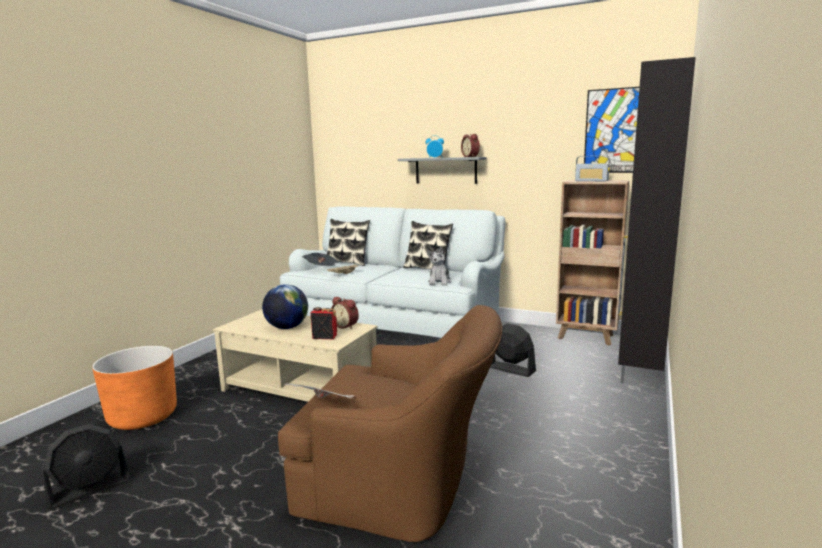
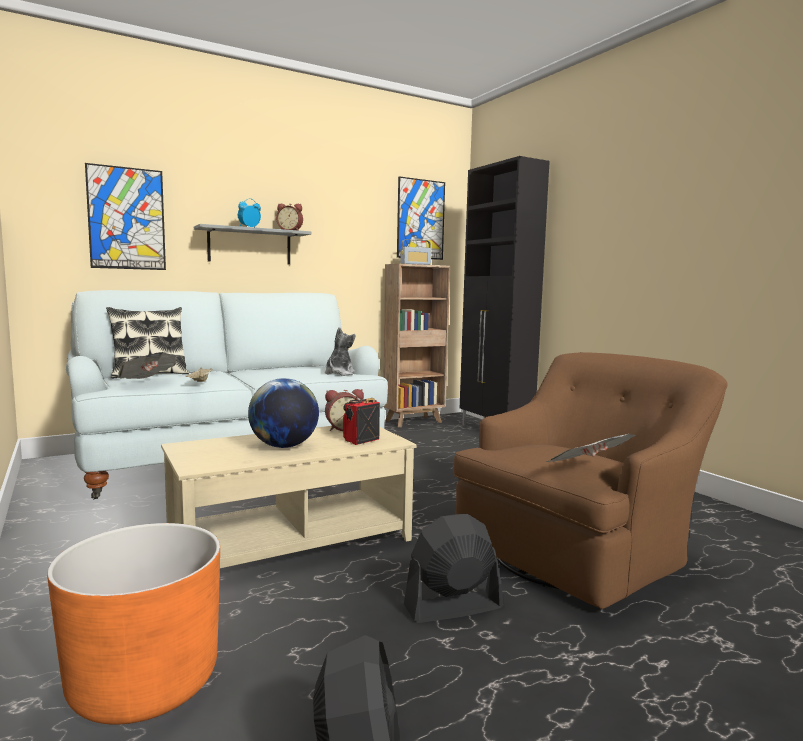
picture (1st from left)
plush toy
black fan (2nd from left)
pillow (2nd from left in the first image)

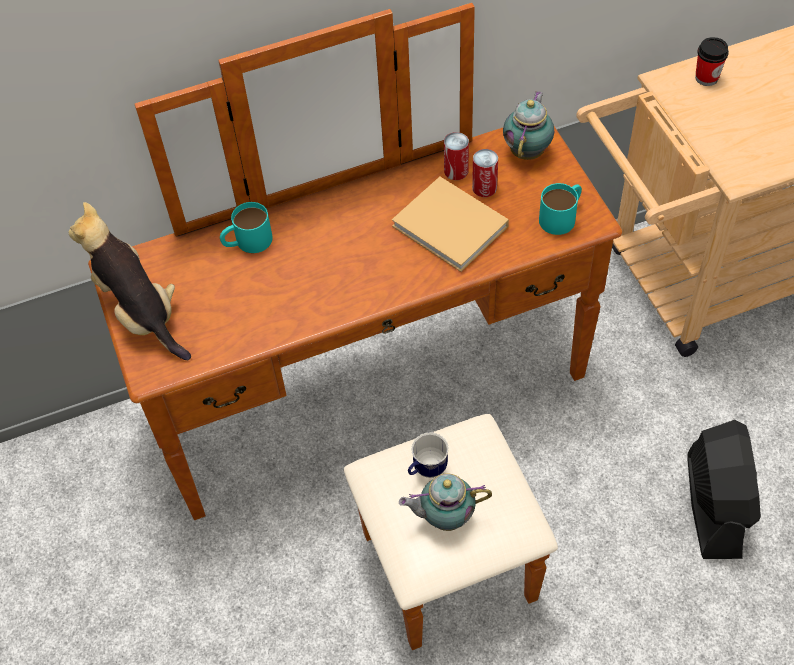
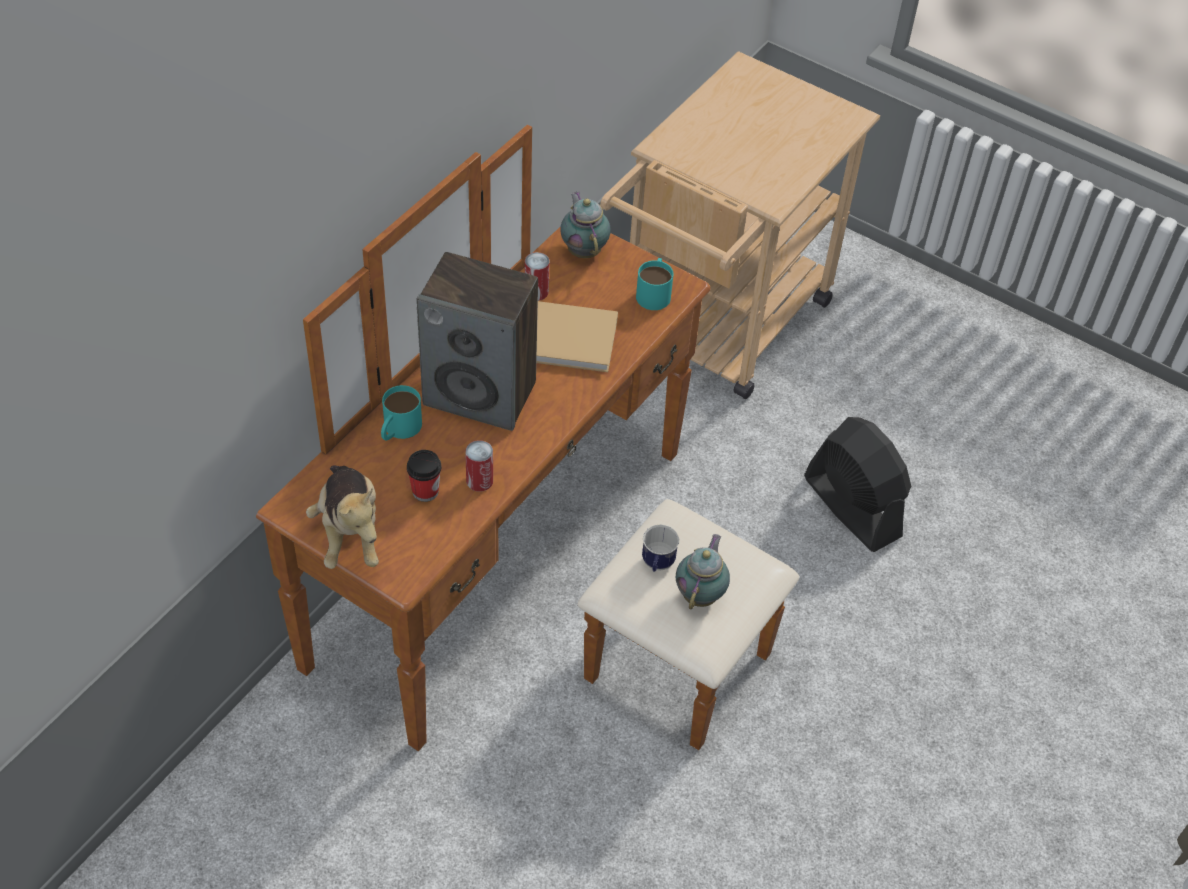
plush toy
cup
speaker
can (1st from left)
teapot (2nd from left)

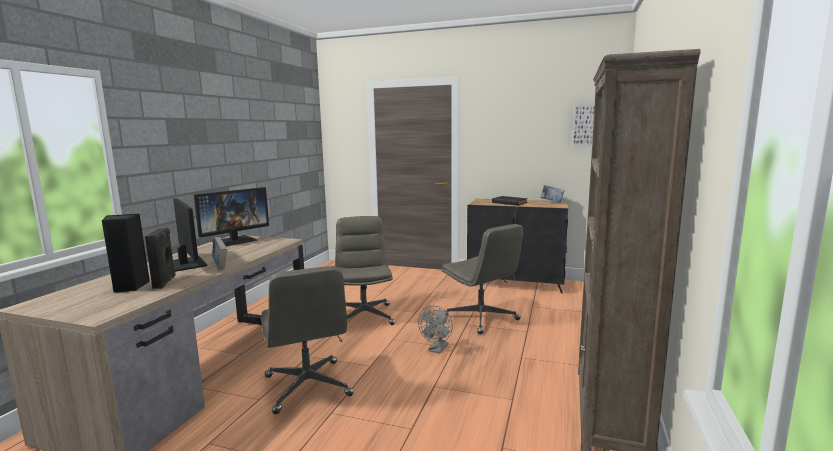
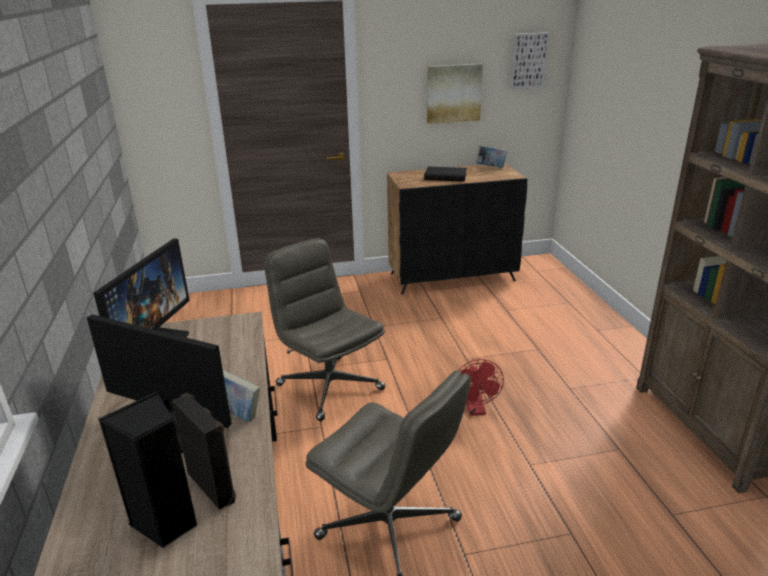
picture (1st from left)
red fan
grey office chair (3rd from left in the first image)

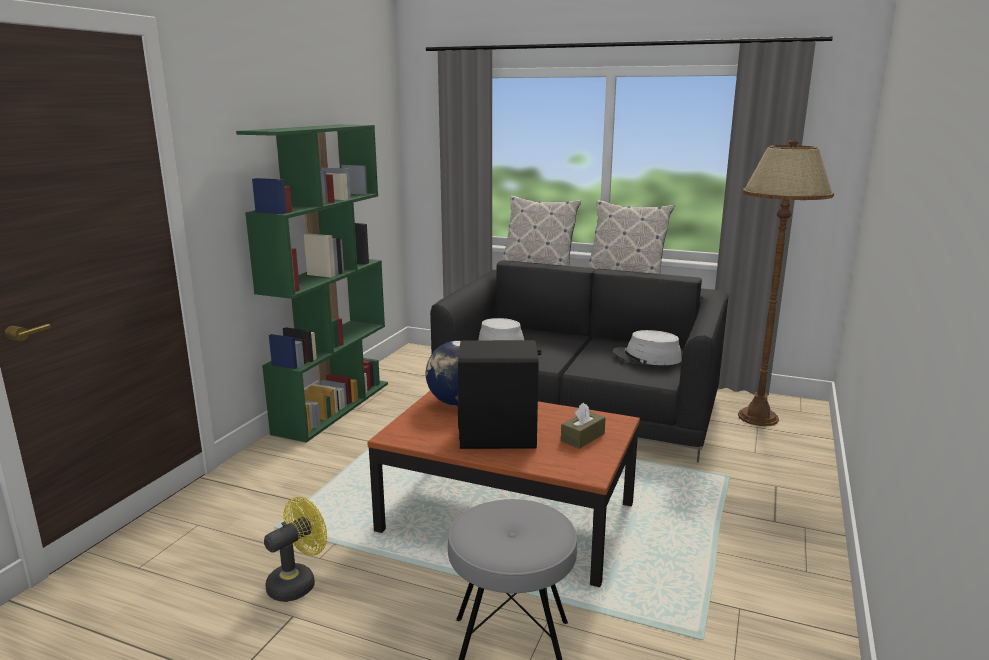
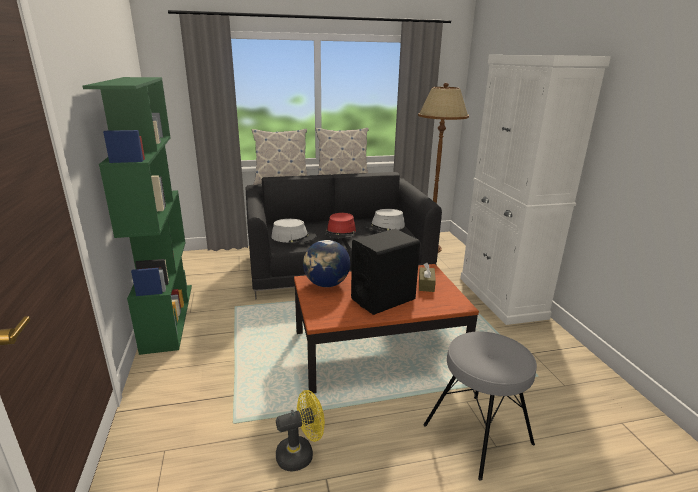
yellow fan
red hat
white cabinet

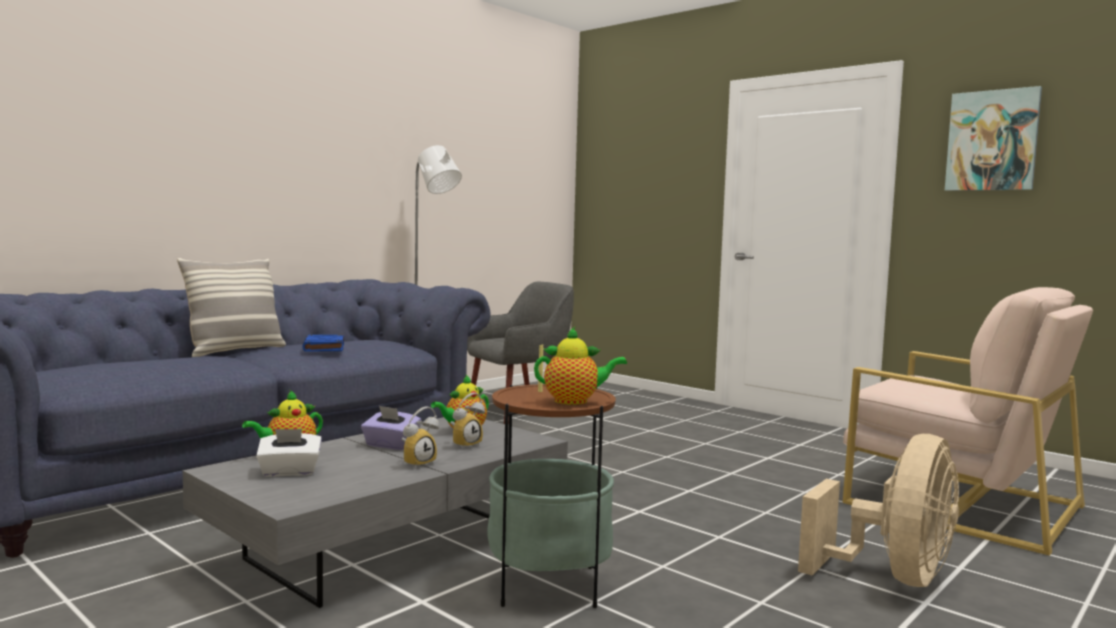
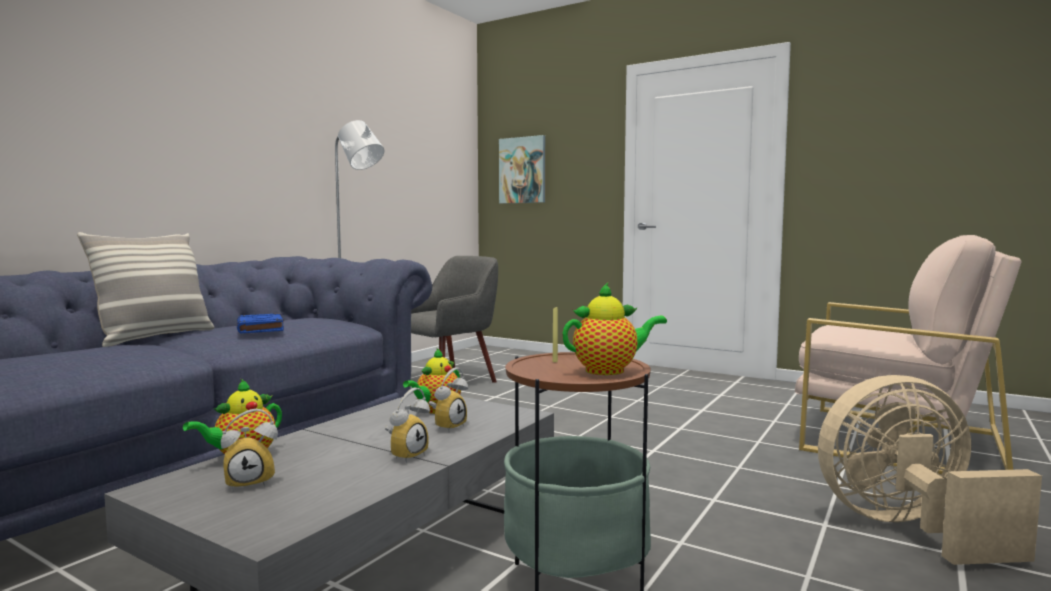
alarm clock (1st from left)
picture
beige fan
purple tissue box

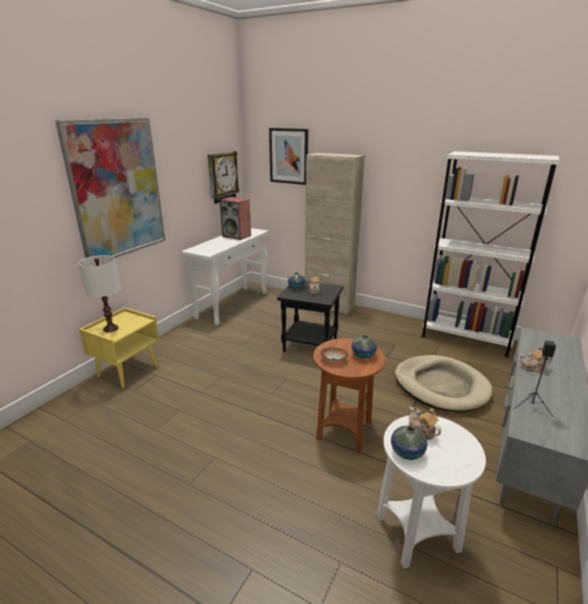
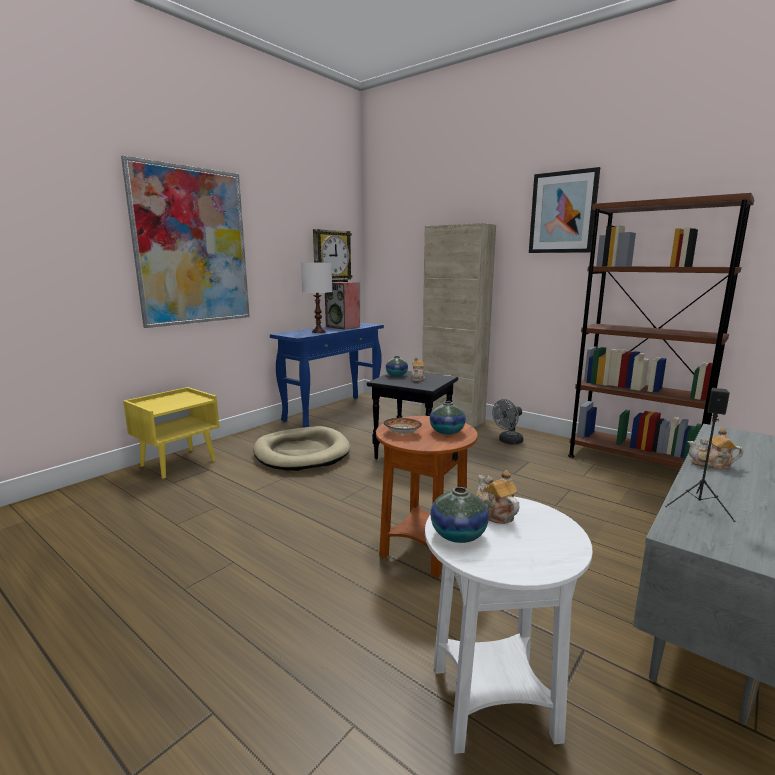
beige dog bed
blue console table
white table lamp
grey fan
picture (2nd from left)
brown bookcase

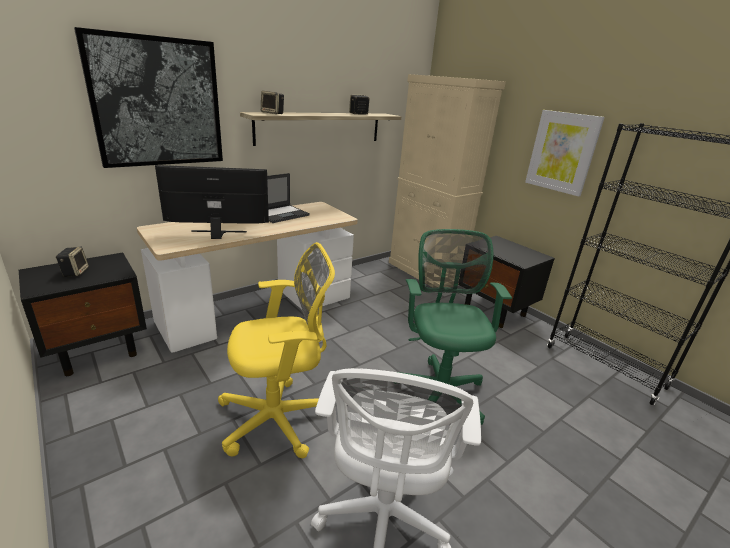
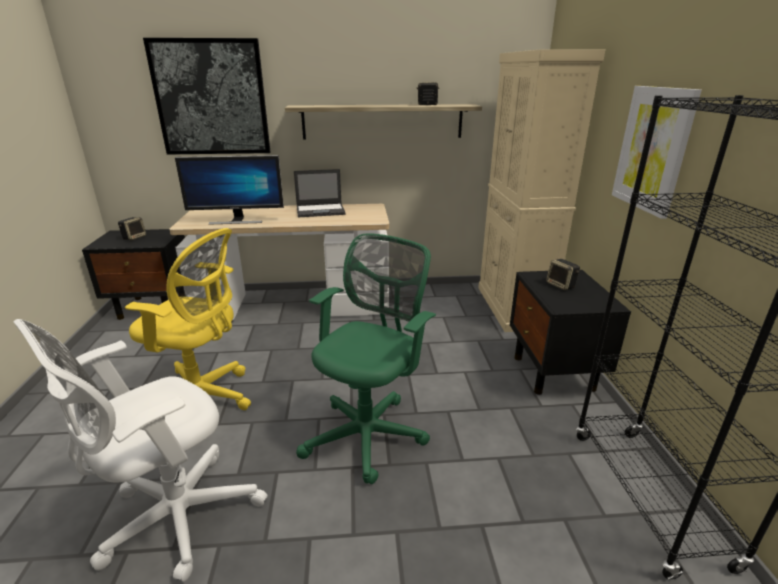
monitor
speaker (3rd from left)

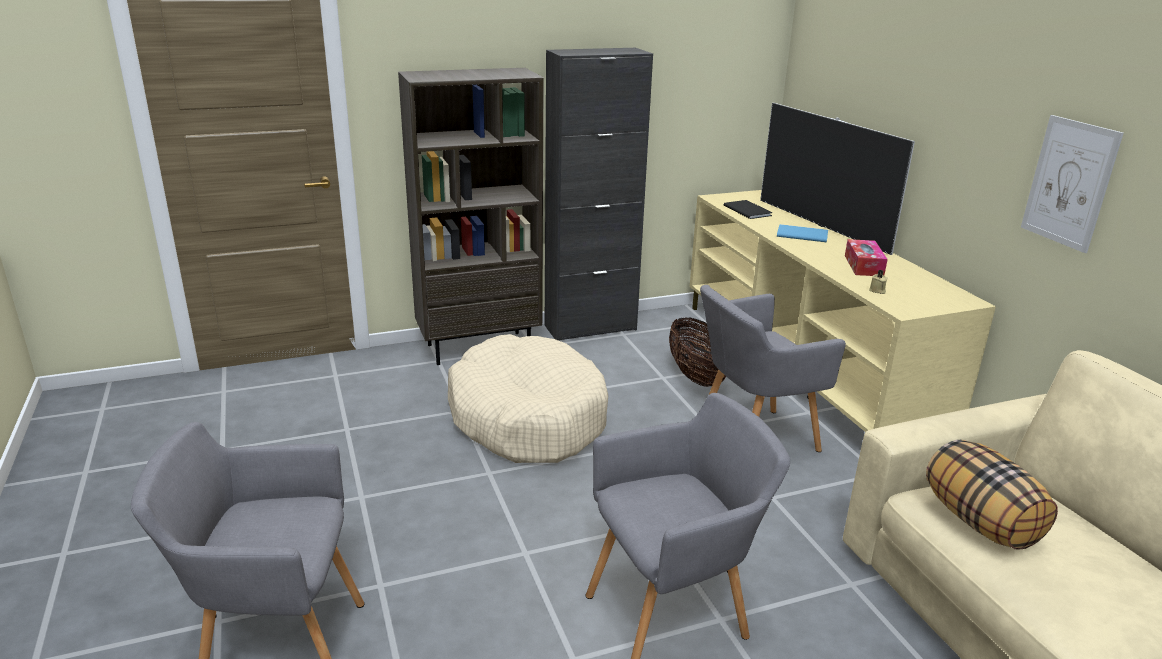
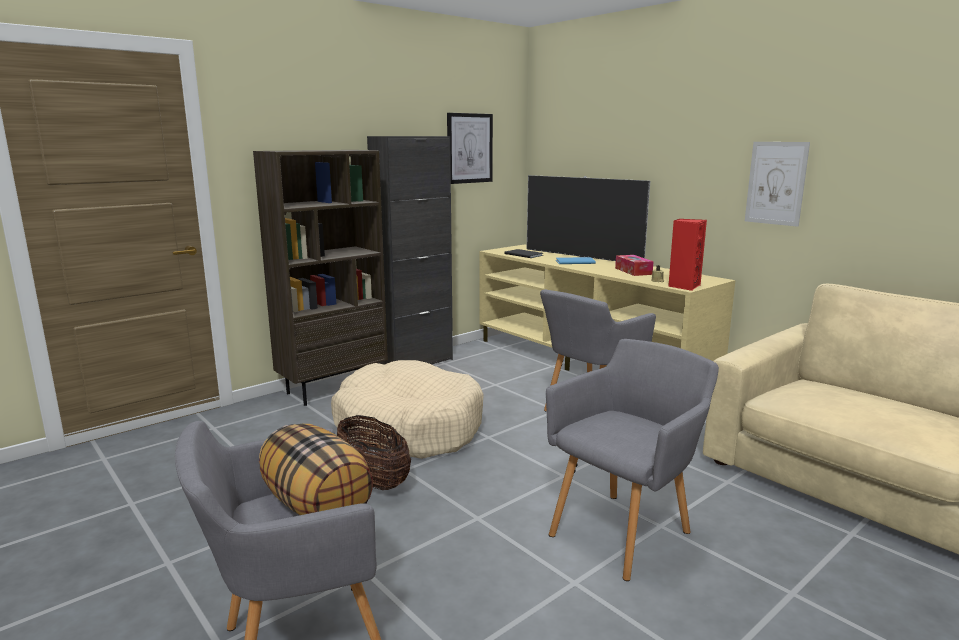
pillow
basket
picture (1st from left)
red speaker

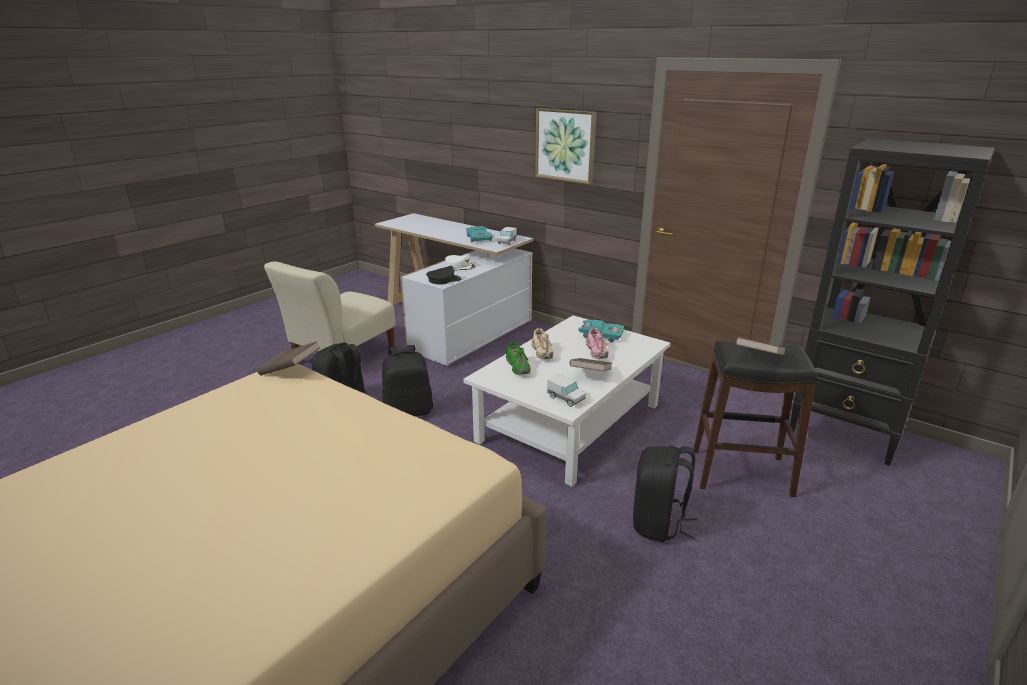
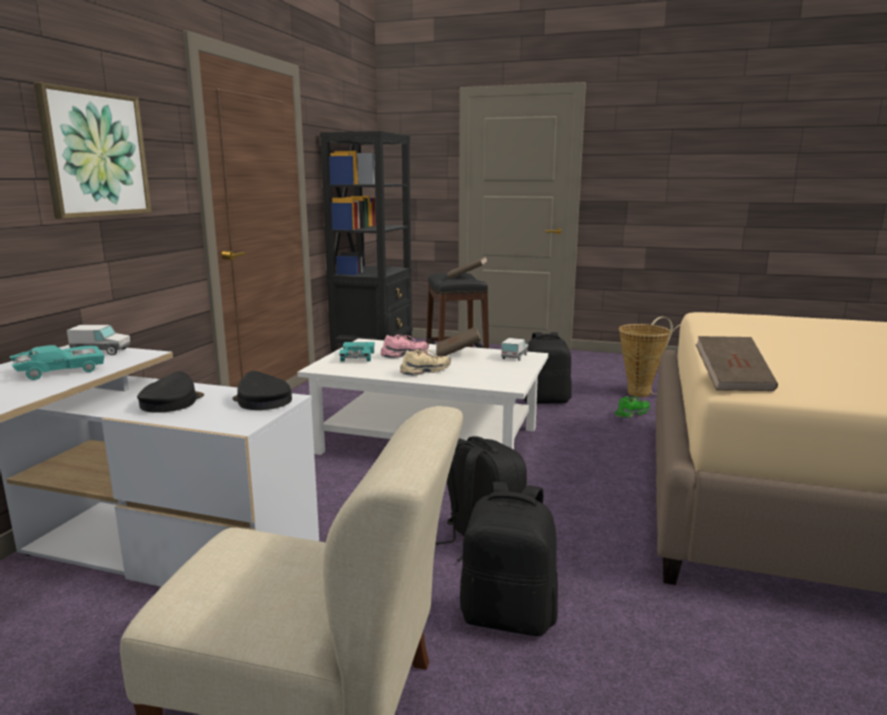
black cap (1st from left)
green shoe
basket

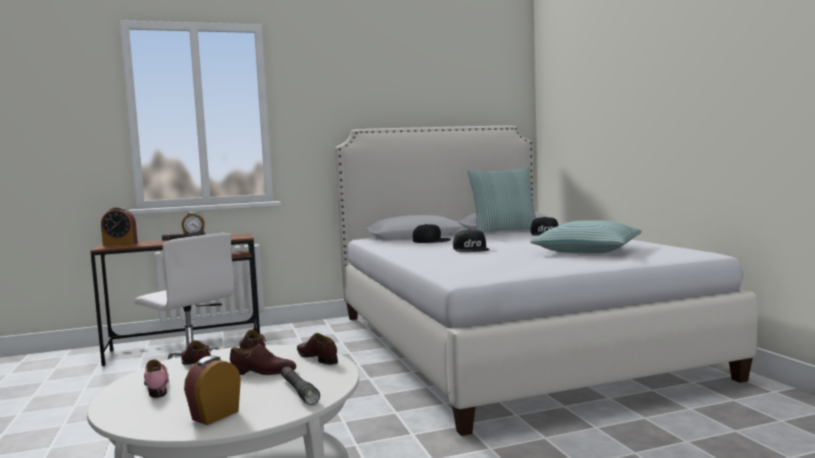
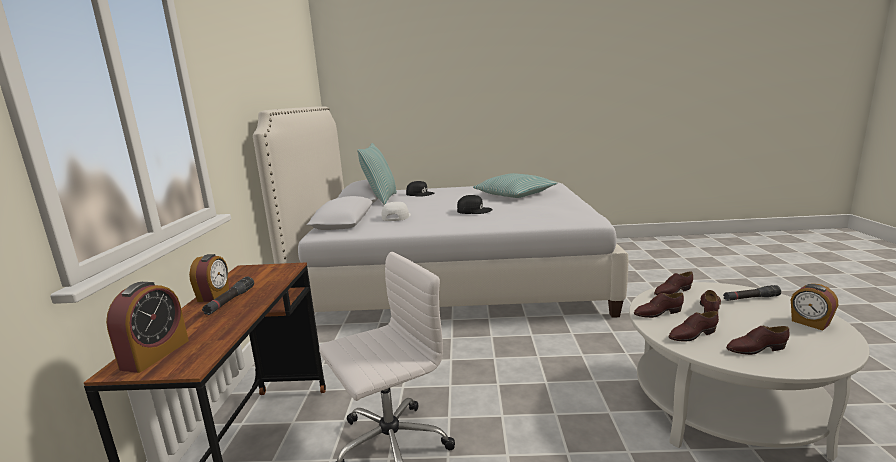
white cap
brown shoe (5th from left)

